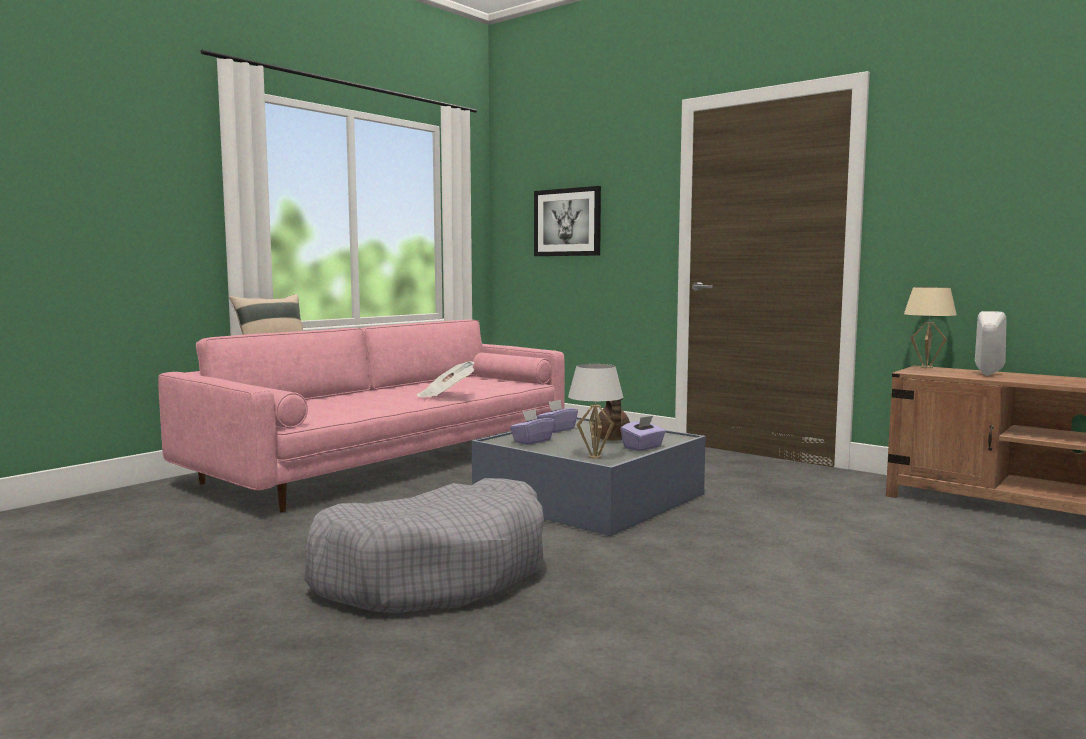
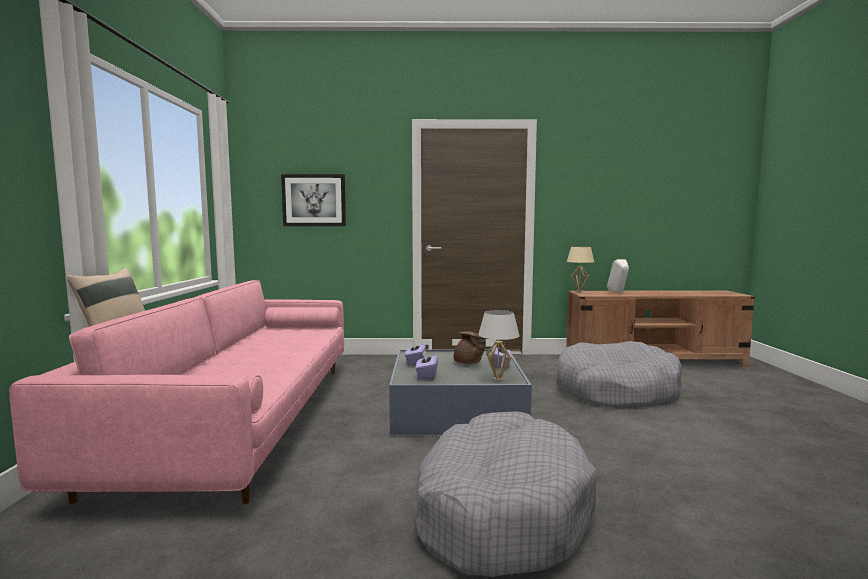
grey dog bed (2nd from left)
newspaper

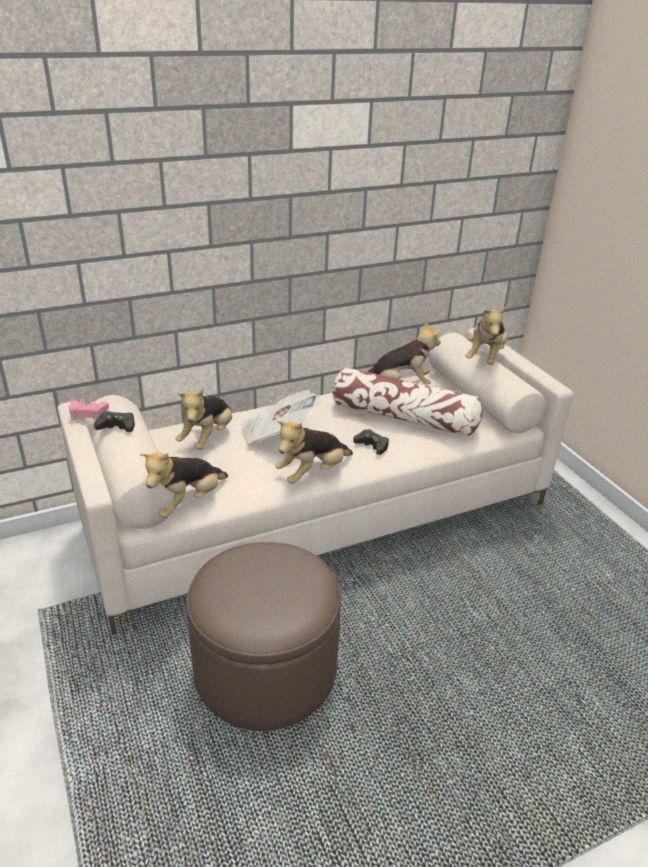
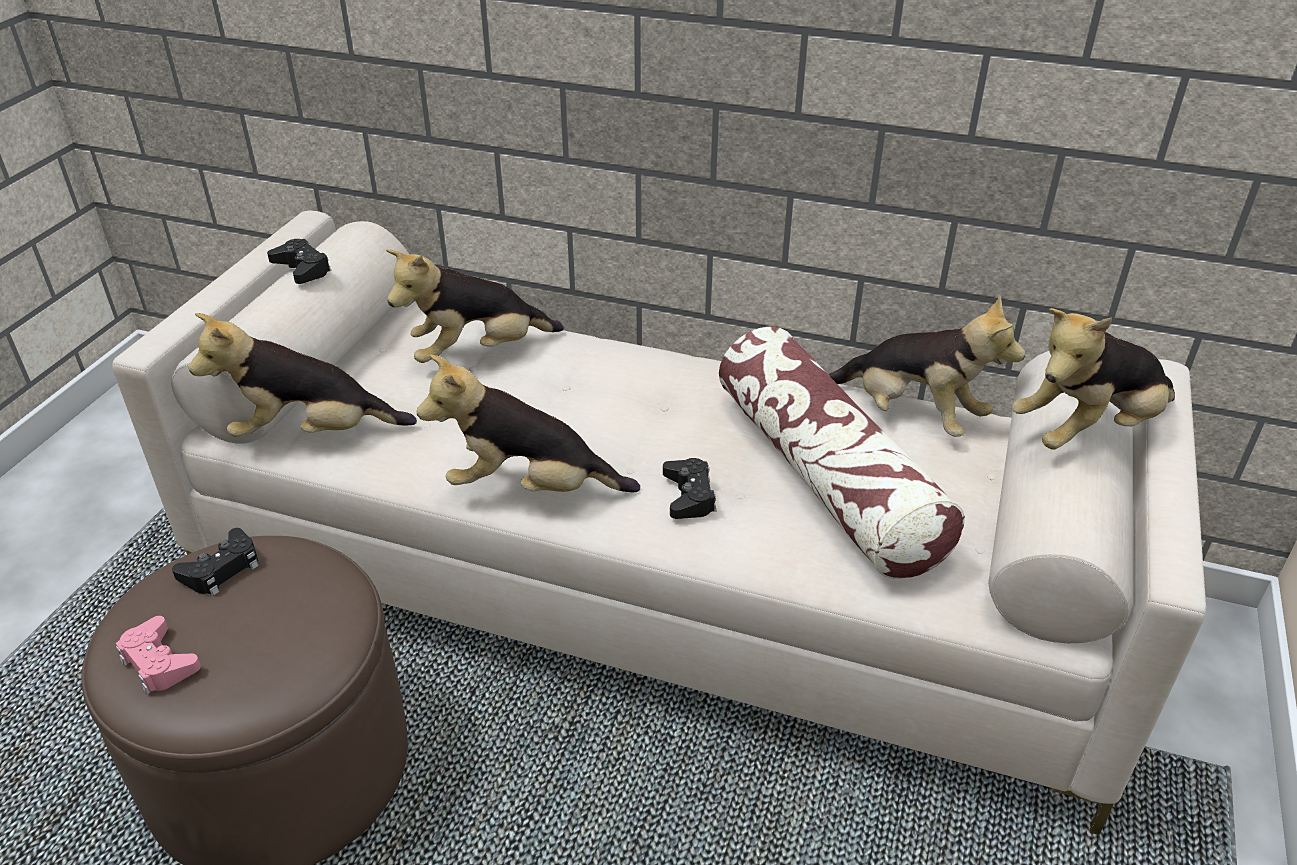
pink game controller
black game controller (1st from left)
newspaper

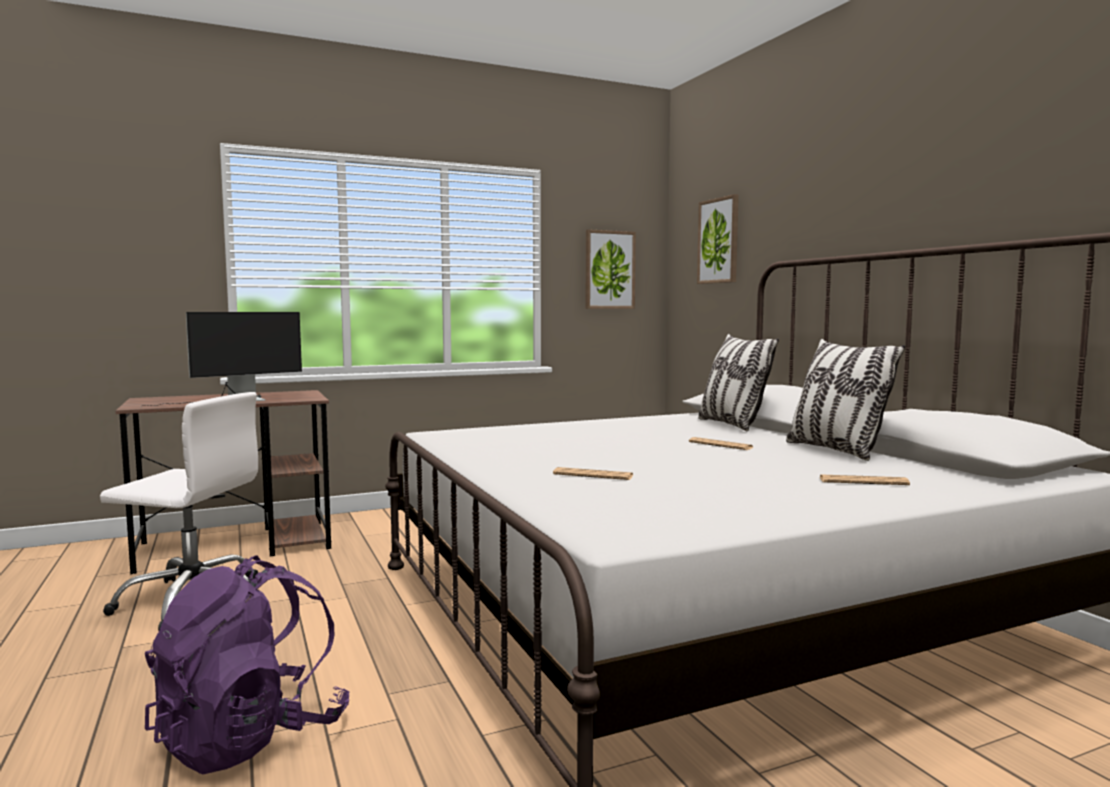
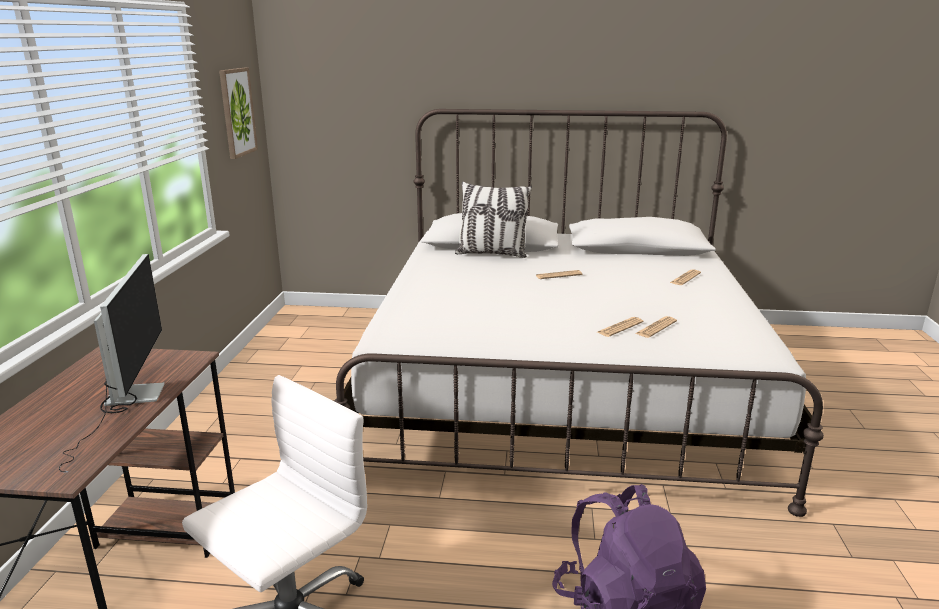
newspaper (3rd from left)
picture (2nd from left in the first image)
pillow (2nd from left in the first image)

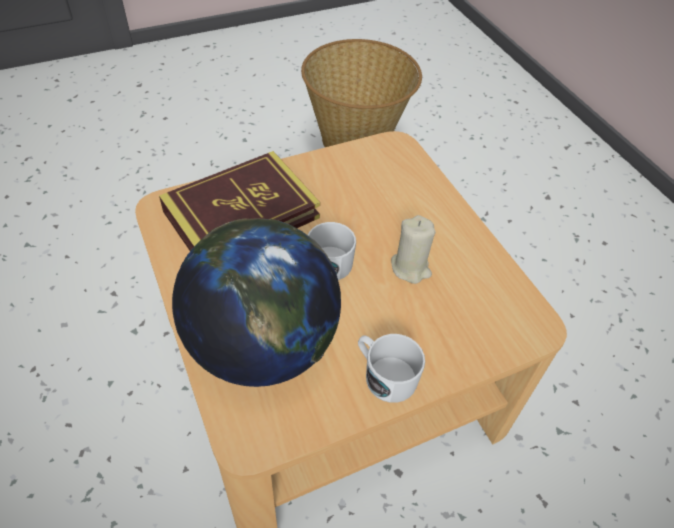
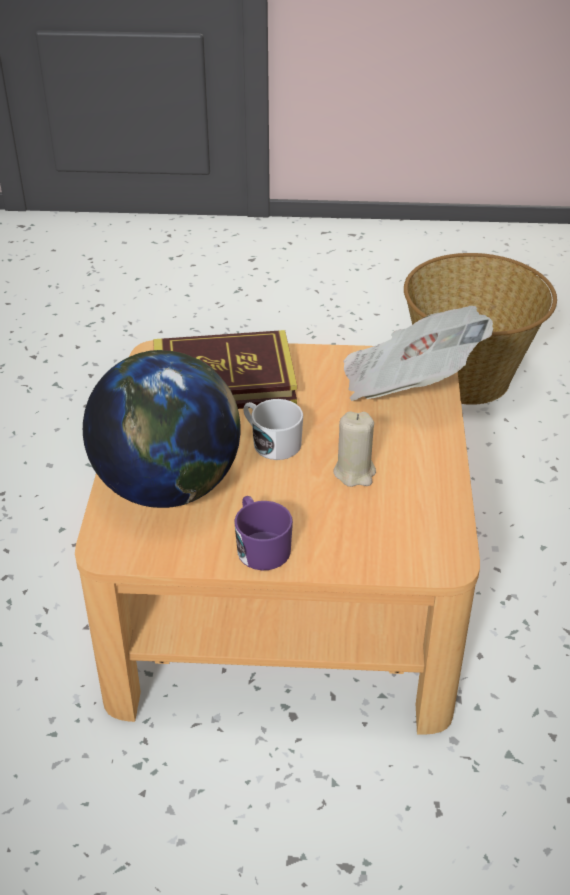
purple mug
newspaper

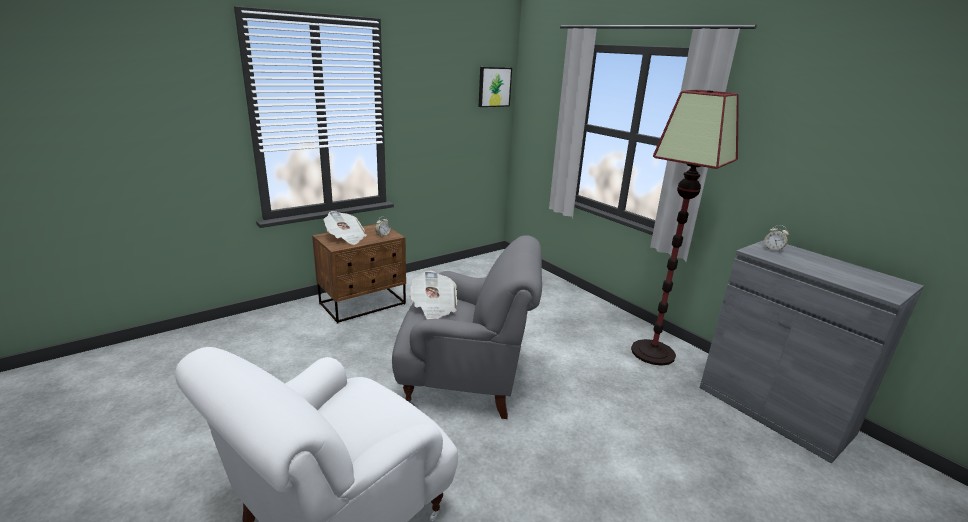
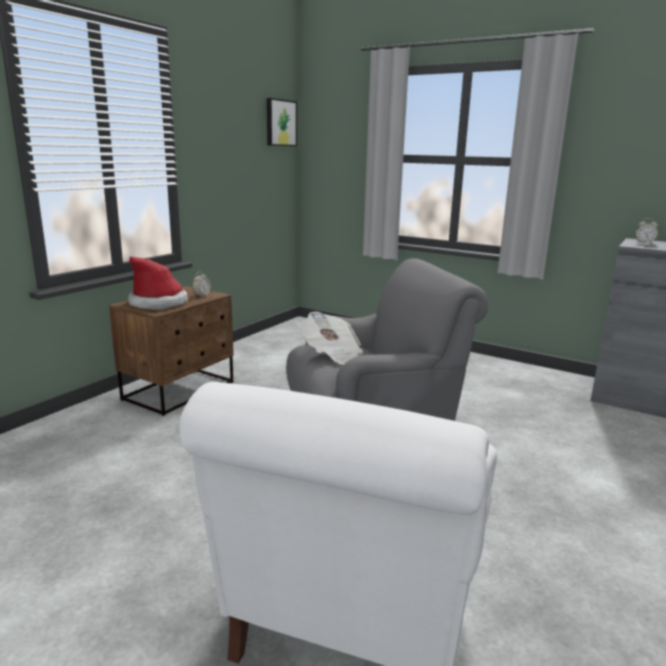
hat
floor lamp

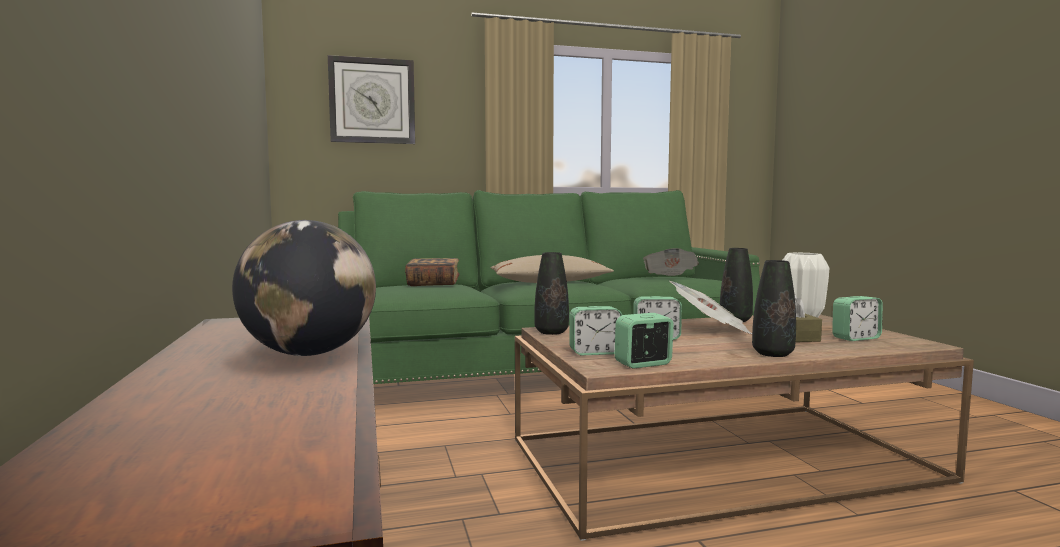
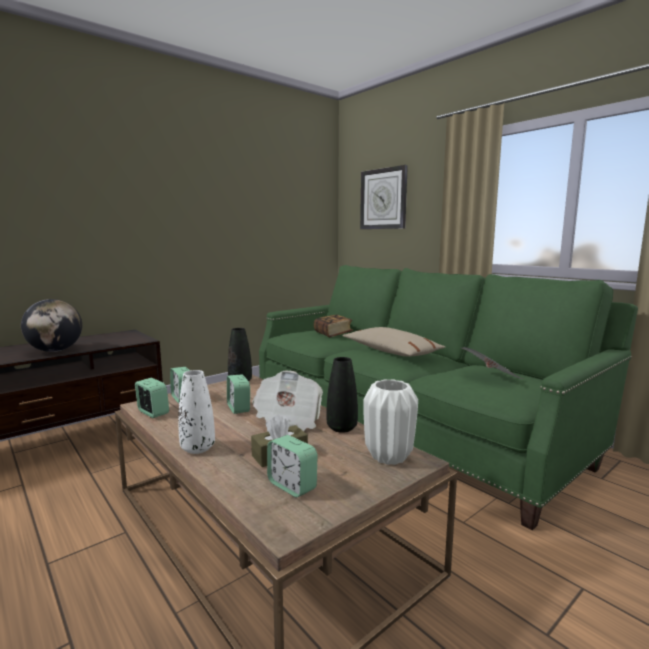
white vase (1st from left)

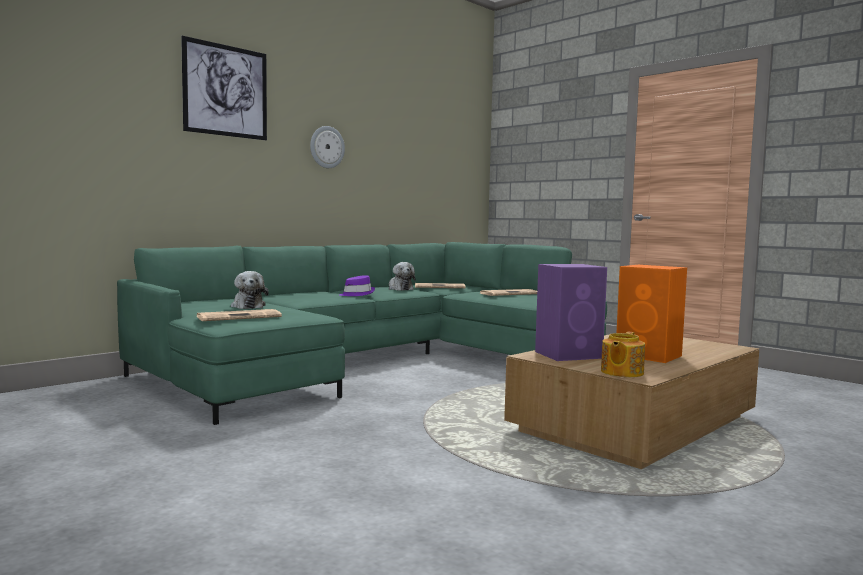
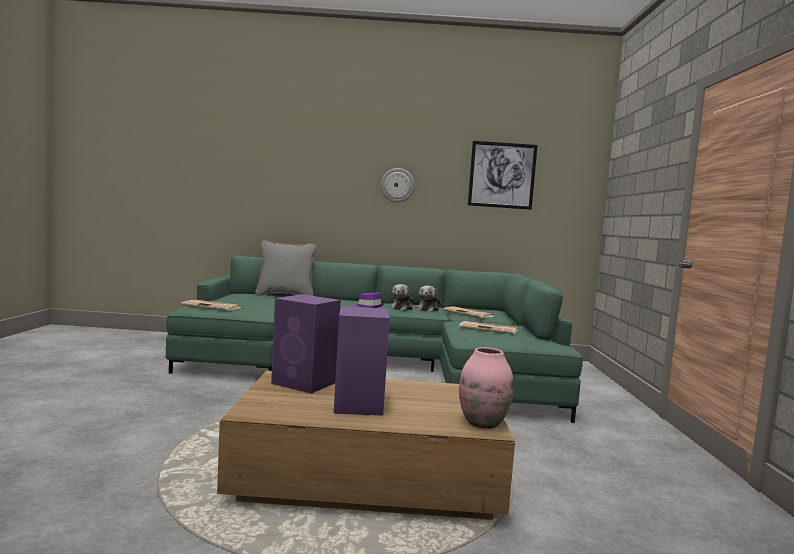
grey pillow
purple speaker (2nd from left)
plush toy (1st from left)
pink vase
picture
teapot

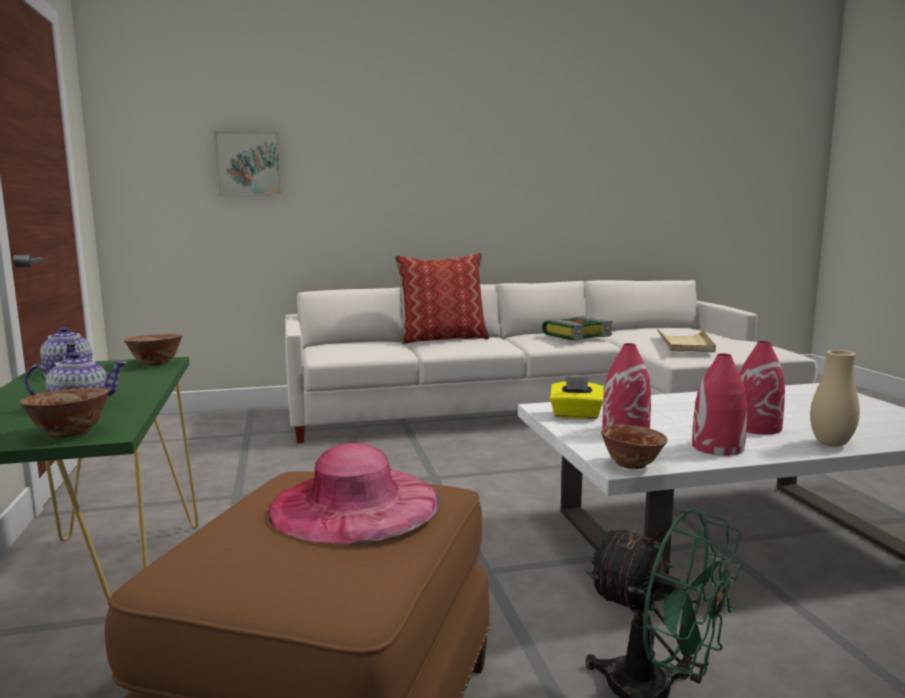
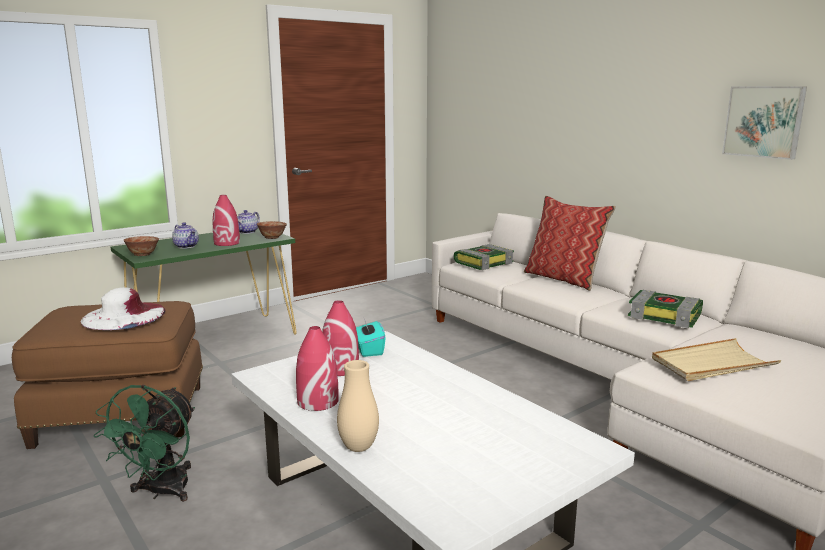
white hat
red vase (1st from left)
turquoise tissue box
book (1st from left)
picture
bowl (3rd from left in the first image)

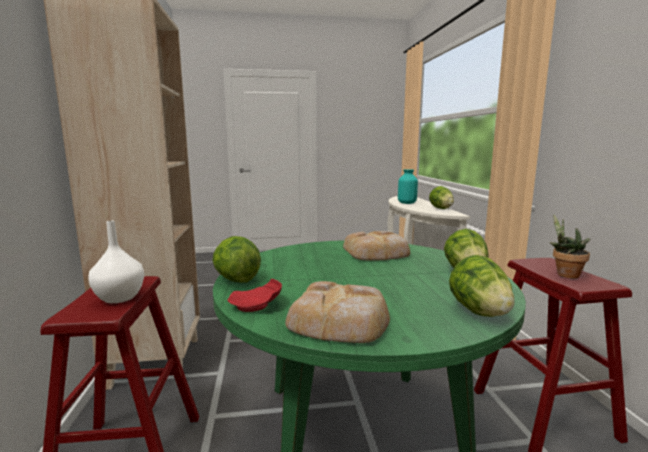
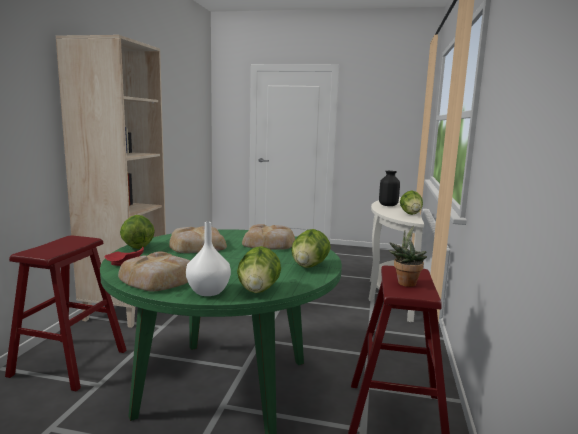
bread (2nd from left)
white vase
black vase

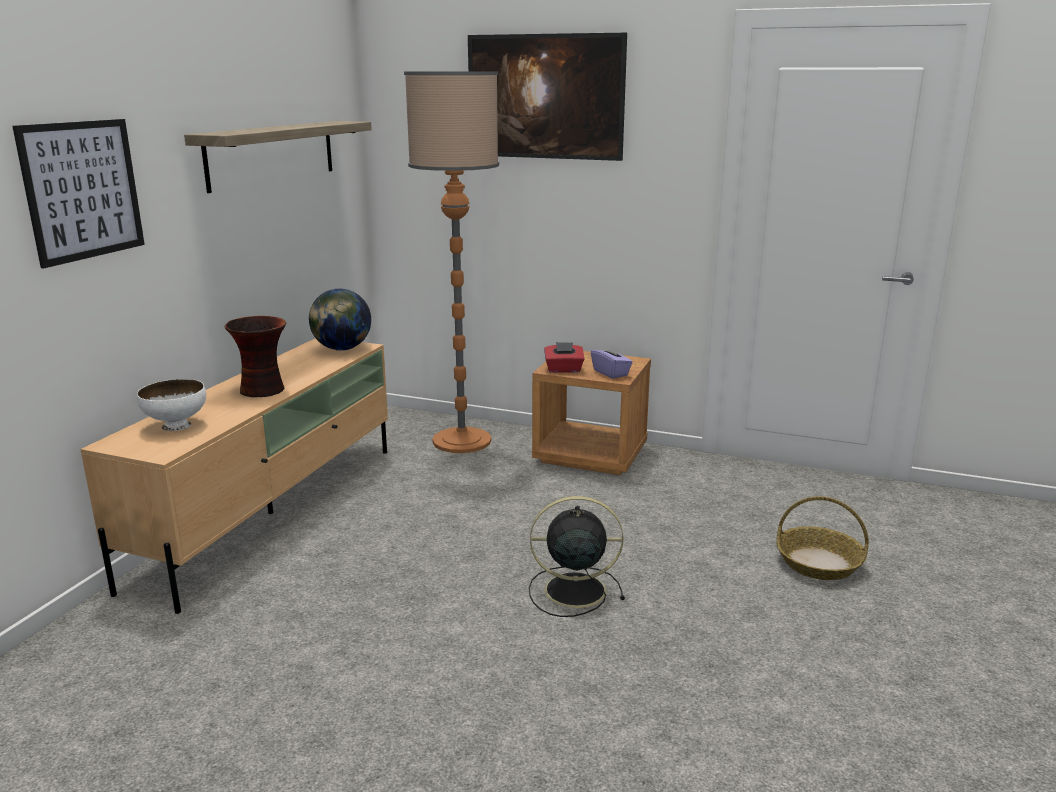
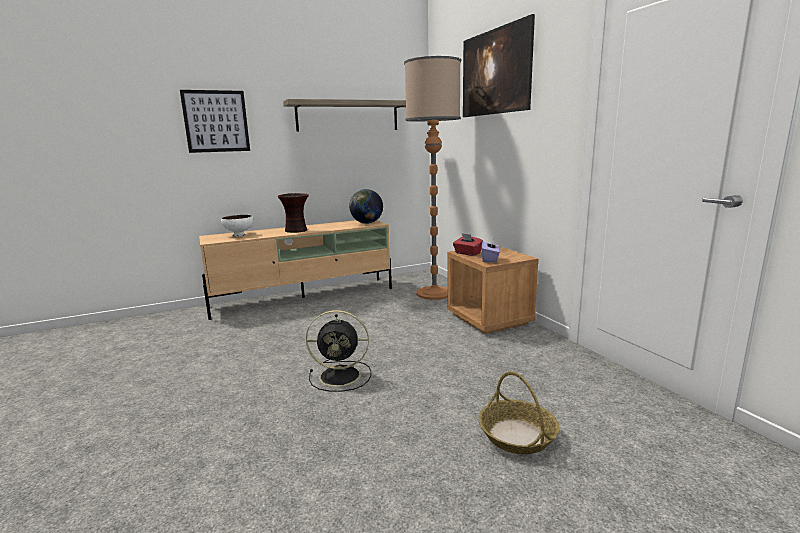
black fan

